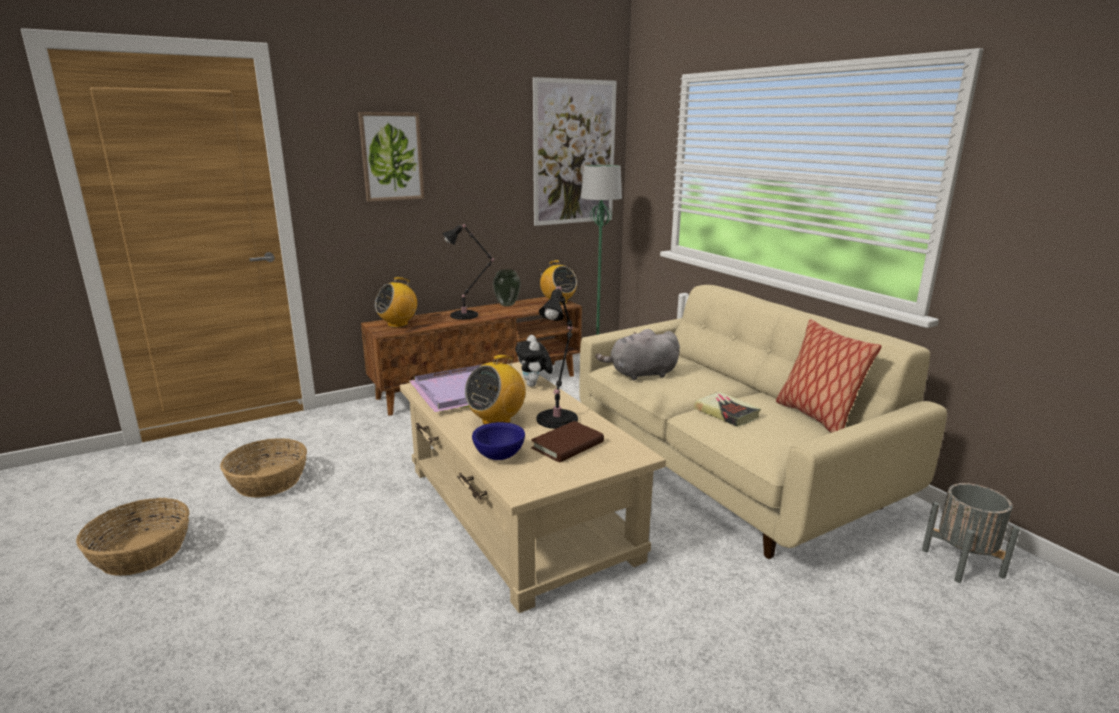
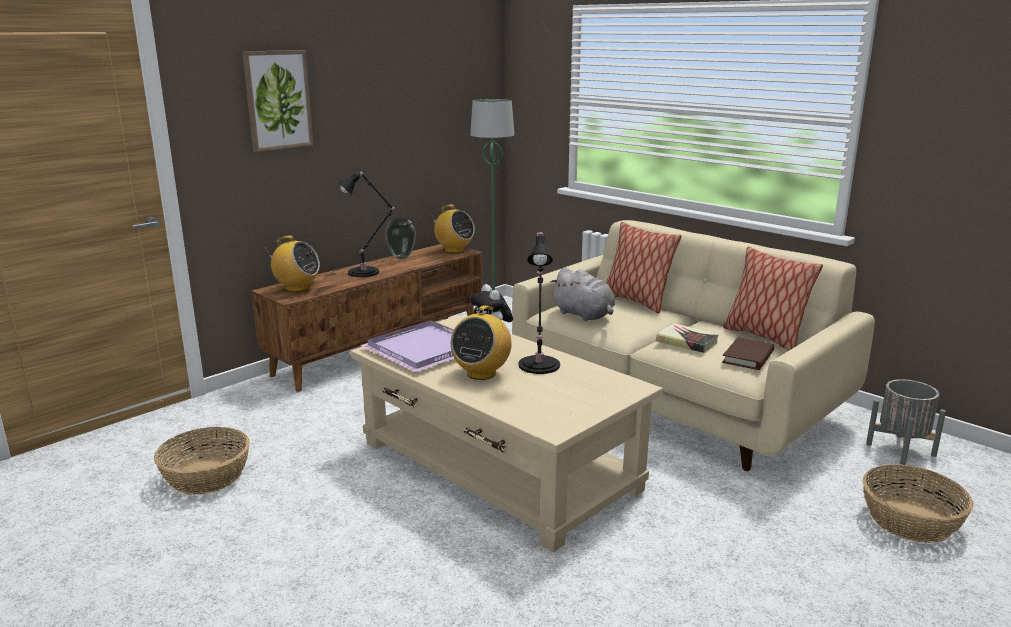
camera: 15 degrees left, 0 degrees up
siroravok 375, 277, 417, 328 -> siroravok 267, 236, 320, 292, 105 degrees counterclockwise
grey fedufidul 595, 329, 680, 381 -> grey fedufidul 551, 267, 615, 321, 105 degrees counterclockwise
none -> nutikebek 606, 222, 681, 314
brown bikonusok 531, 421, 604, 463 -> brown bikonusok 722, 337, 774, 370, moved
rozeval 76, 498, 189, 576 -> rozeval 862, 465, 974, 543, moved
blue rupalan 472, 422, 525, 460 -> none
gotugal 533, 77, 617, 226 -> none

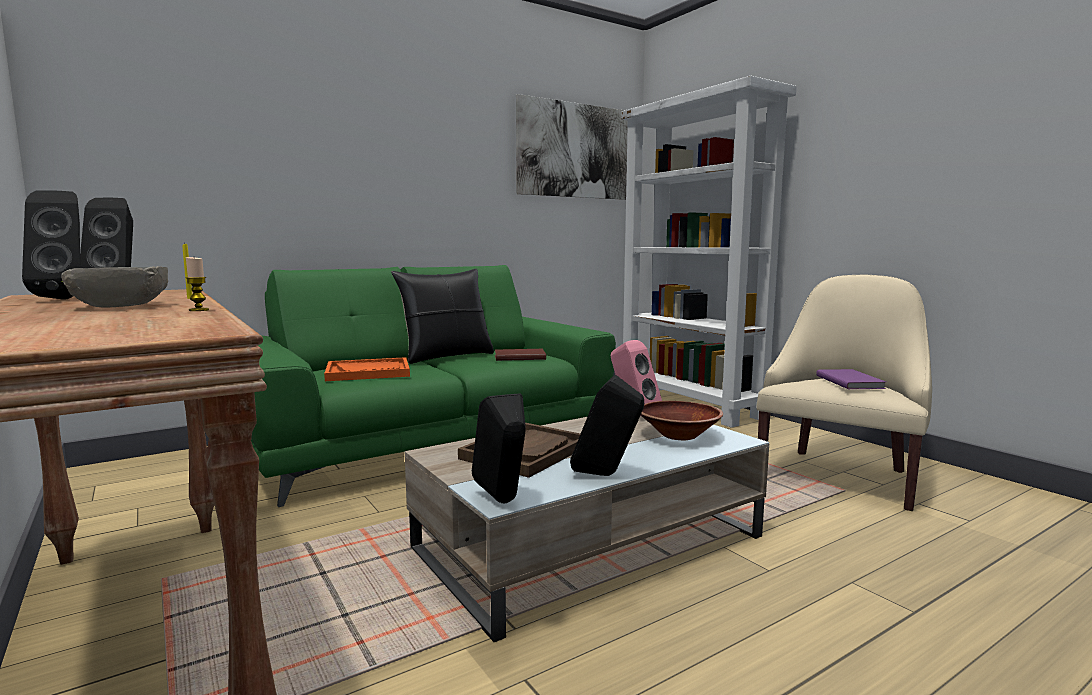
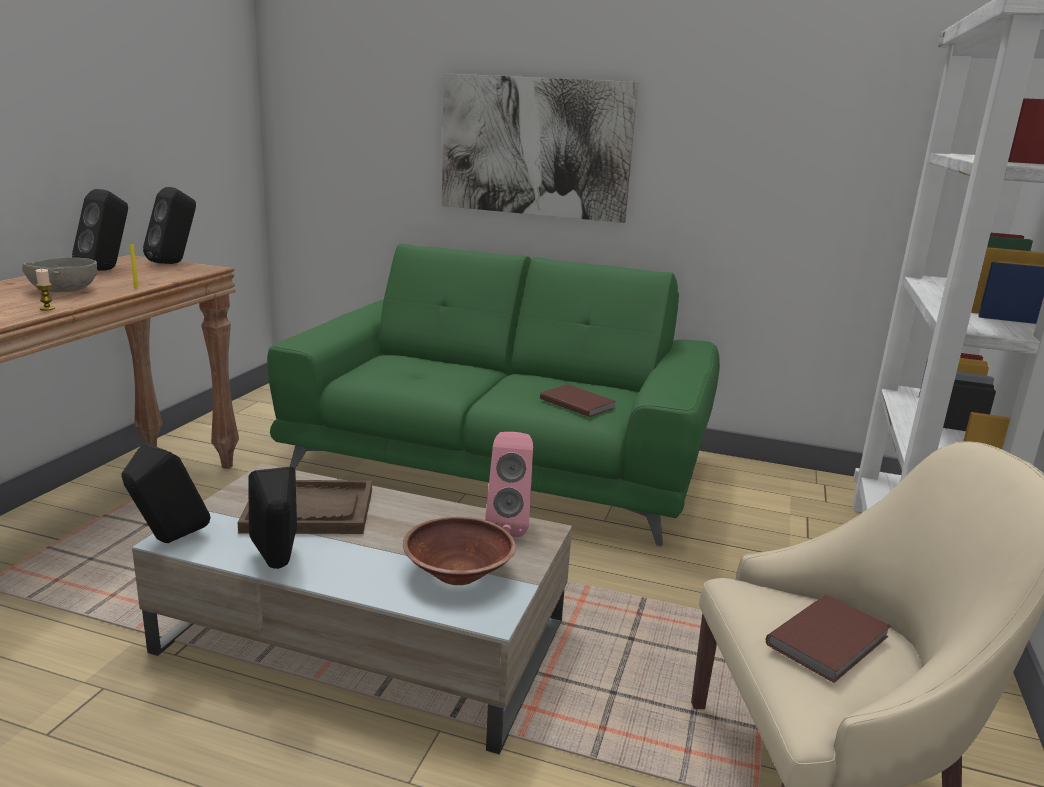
camera: 50 degrees right, 10 degrees up
gotugal 516, 94, 628, 200 -> gotugal 442, 73, 638, 223, moved
purple bikonusok 816, 369, 886, 389 -> brown bikonusok 766, 594, 891, 683
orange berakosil 324, 357, 410, 381 -> none
black nutikebek 391, 269, 494, 364 -> none

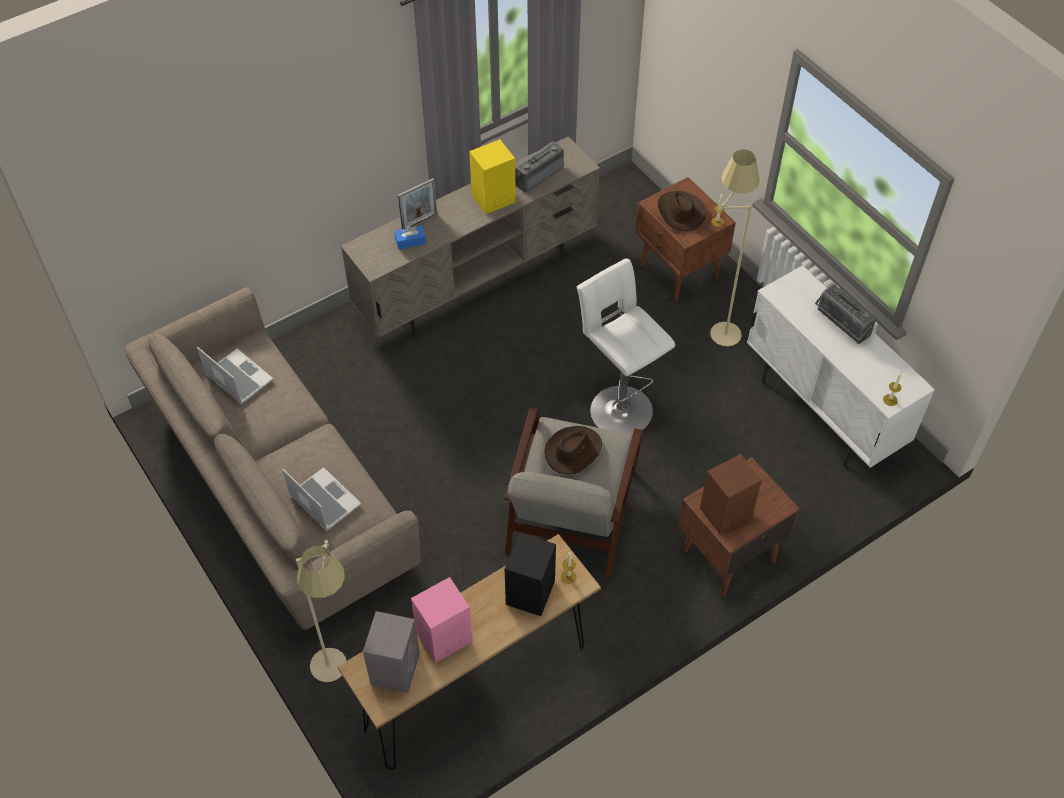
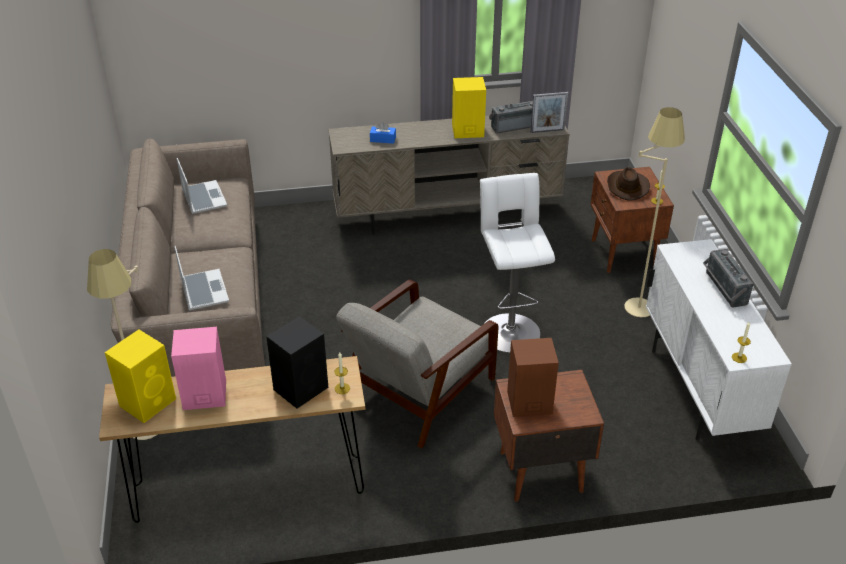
camera: 25 degrees right, 15 degrees down
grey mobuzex 363, 611, 420, 693 -> yellow mobuzex 105, 329, 176, 423
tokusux 398, 178, 437, 229 -> tokusux 531, 92, 568, 133, moved
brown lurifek 544, 426, 602, 474 -> none

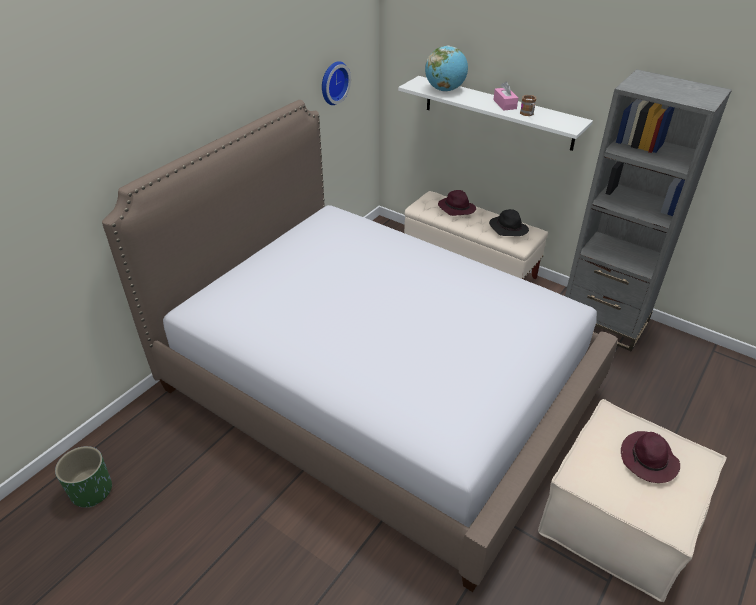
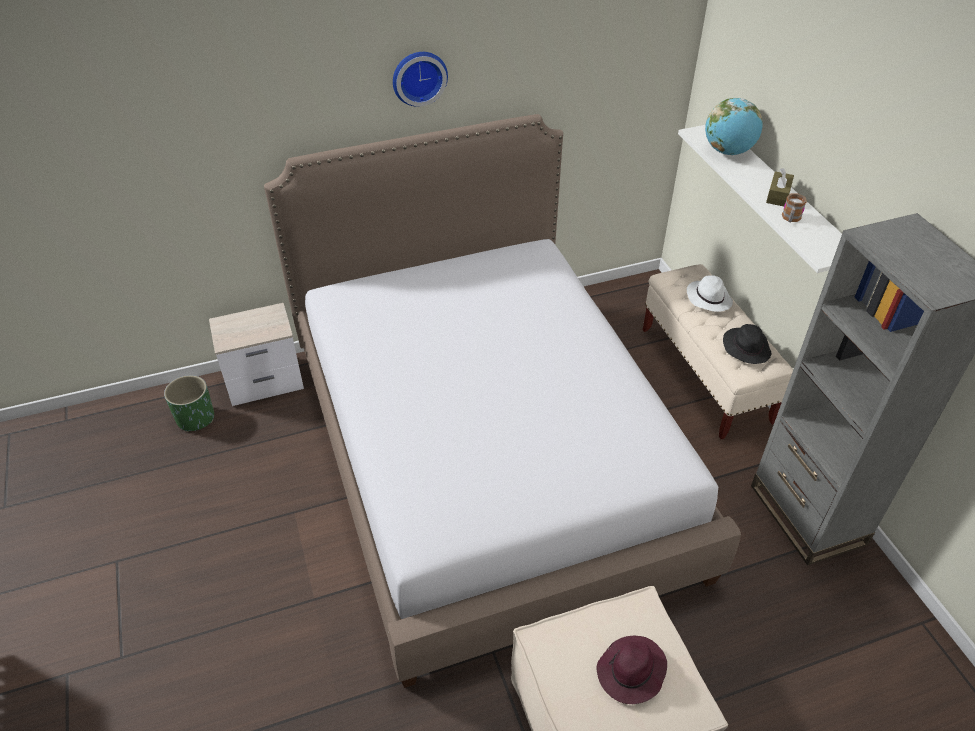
camera: 35 degrees right, 5 degrees up
none -> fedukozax 209, 303, 304, 406
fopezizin 322, 61, 351, 105 -> fopezizin 393, 52, 448, 107, moved
purple lurifek 438, 190, 476, 216 -> white lurifek 687, 275, 733, 312
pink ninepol 493, 82, 518, 111 -> brown ninepol 766, 168, 794, 207

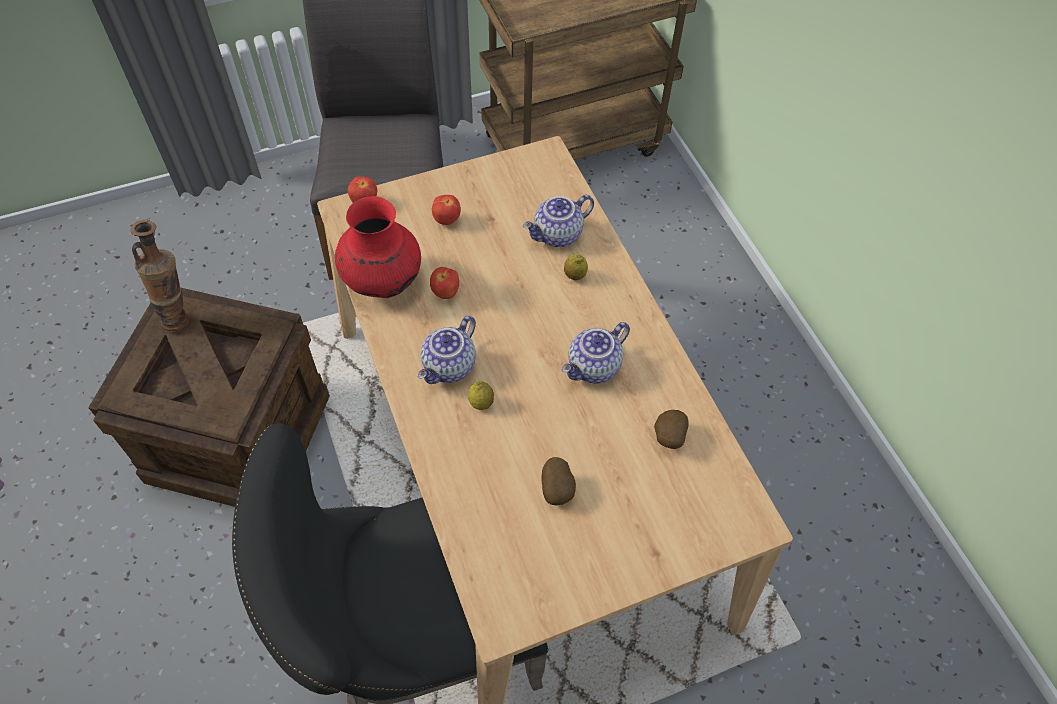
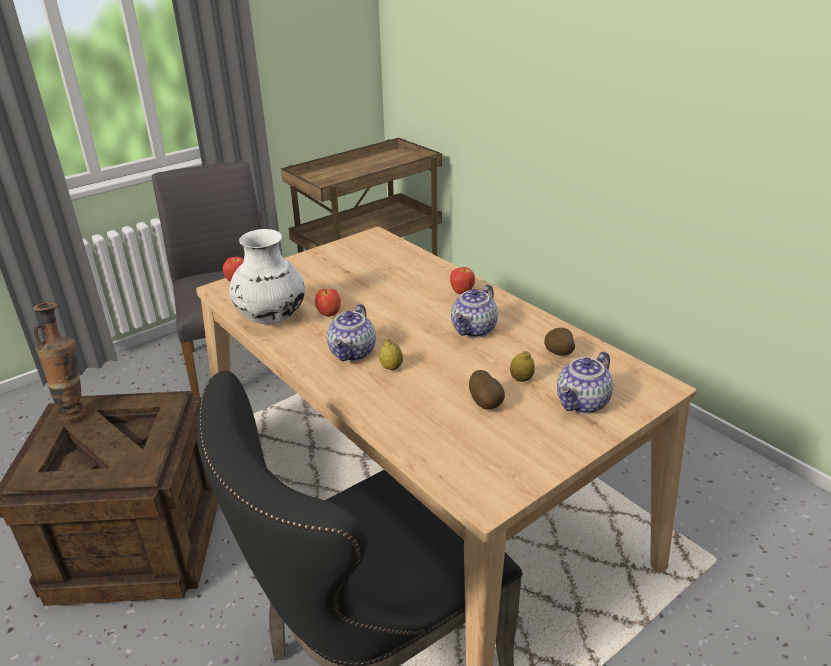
camera: 15 degrees left, 25 degrees down
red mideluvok 335, 196, 421, 298 -> white mideluvok 229, 229, 305, 325
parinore 432, 195, 461, 225 -> parinore 450, 267, 475, 294, moved
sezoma 564, 254, 588, 280 -> sezoma 510, 351, 535, 382, moved
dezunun 523, 195, 594, 247 -> dezunun 557, 351, 613, 414, moved

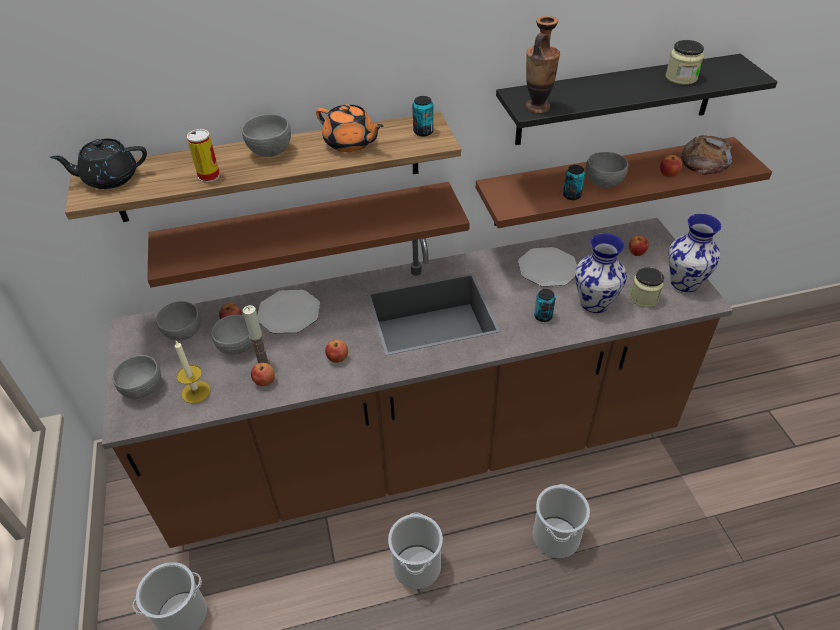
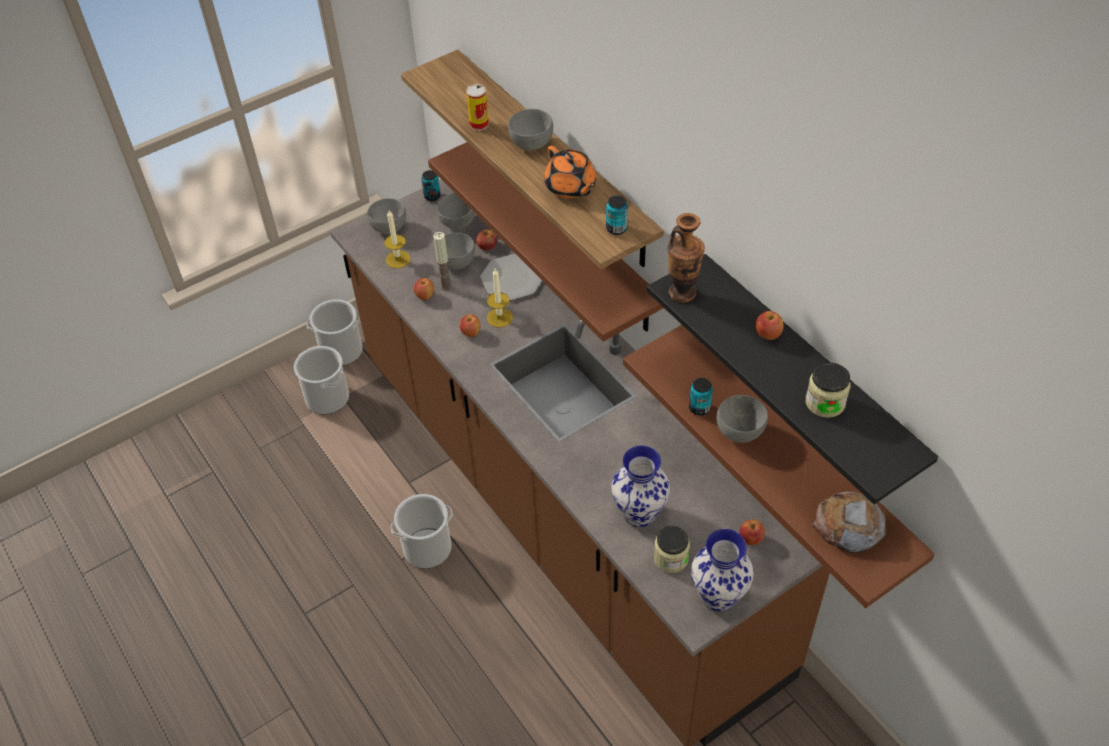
camera: 70 degrees right, 5 degrees up
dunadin 533, 484, 590, 558 -> dunadin 306, 299, 363, 366, moved
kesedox 534, 289, 555, 322 -> kesedox 421, 170, 441, 201, moved
none -> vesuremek 487, 269, 513, 327
orange dezunun 316, 104, 384, 152 -> orange dezunun 544, 146, 596, 198, 45 degrees counterclockwise
parinore 660, 155, 682, 178 -> parinore 756, 311, 784, 340, moved
black dezunun 50, 139, 147, 189 -> none
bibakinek 518, 247, 577, 287 -> none

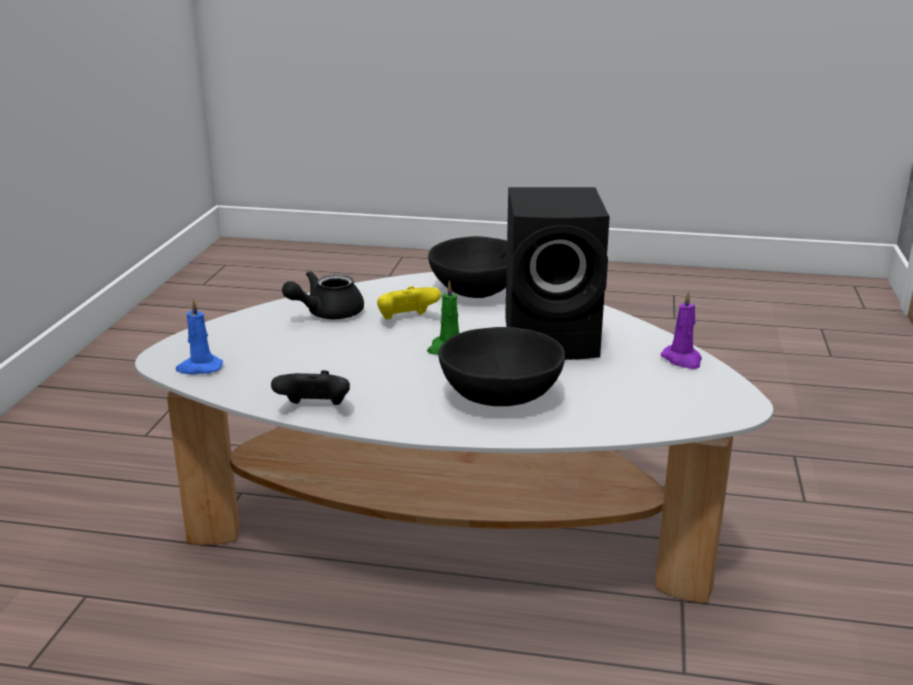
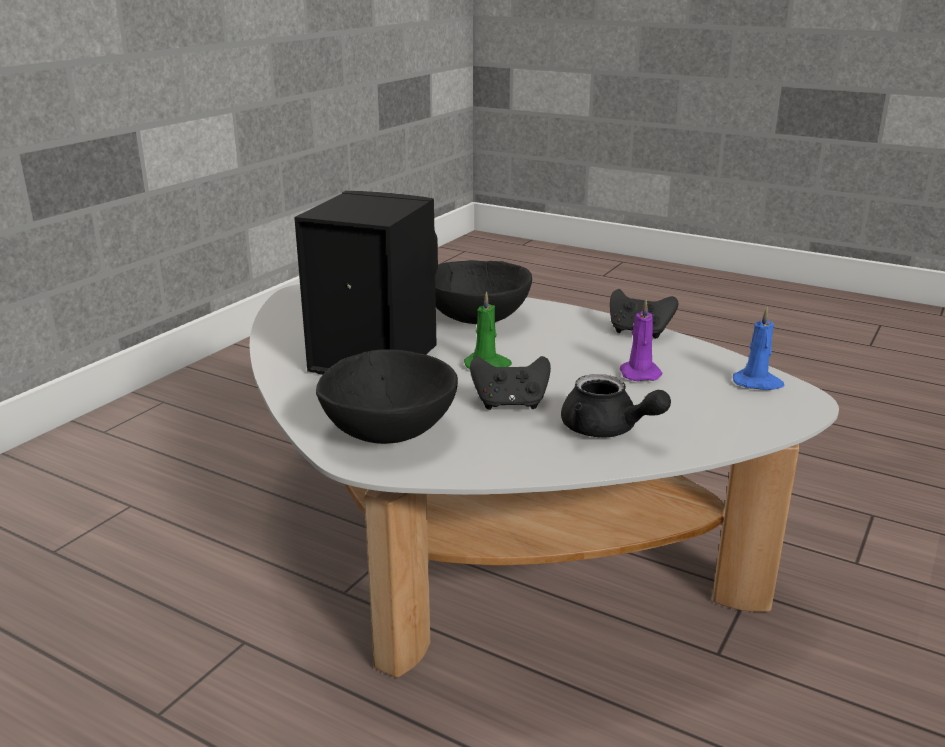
camera: 160 degrees left, 0 degrees up
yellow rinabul 377, 286, 441, 320 -> black rinabul 470, 356, 551, 410
black dezunun 282, 271, 364, 319 -> black dezunun 561, 374, 671, 438, 60 degrees clockwise
purple vesuremek 660, 290, 702, 369 -> purple vesuremek 620, 300, 662, 381, moved

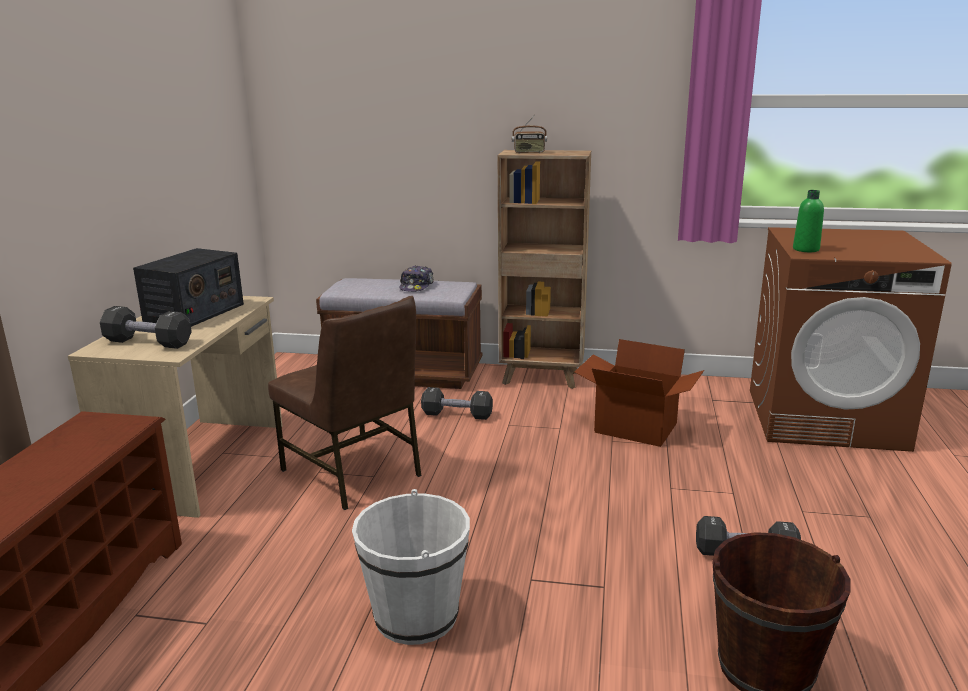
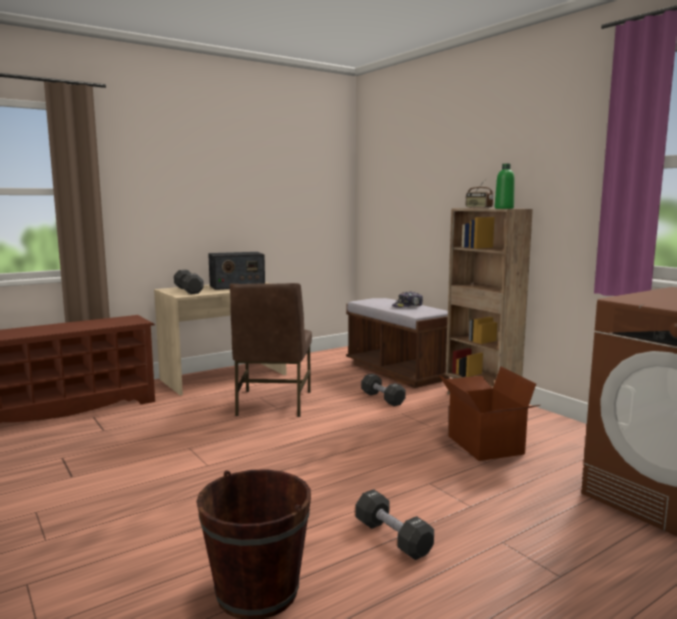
camera: 45 degrees right, 10 degrees down
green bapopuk 793, 190, 824, 252 -> green bapopuk 495, 164, 515, 209, moved
white dunadin 352, 489, 470, 645 -> none

